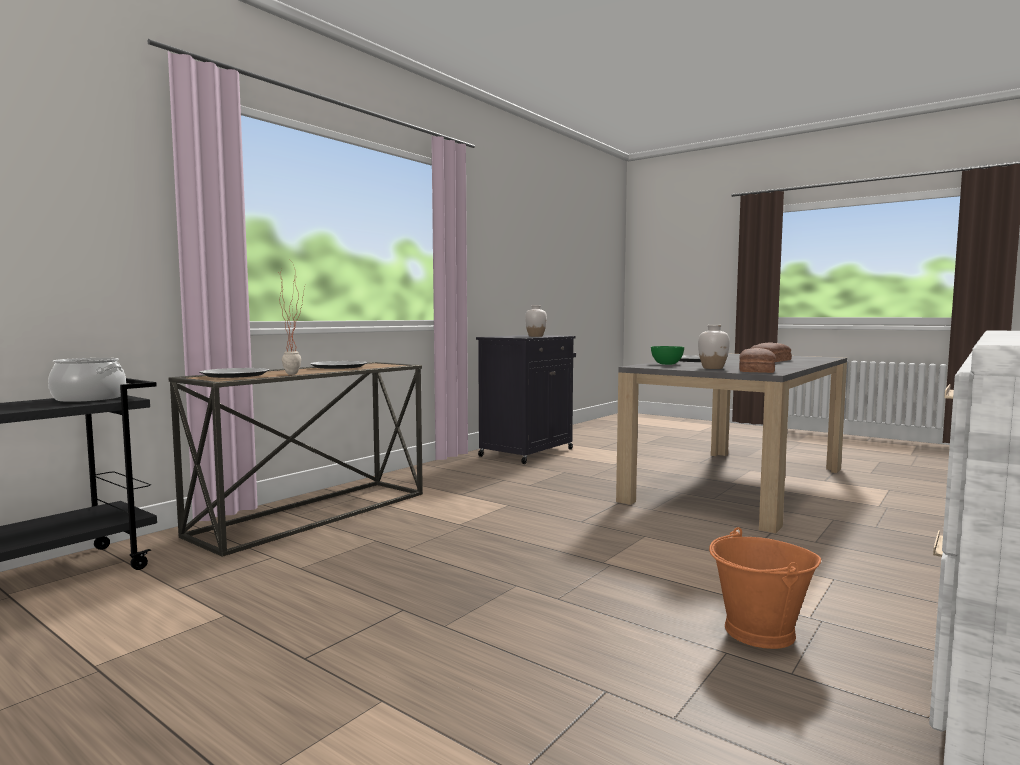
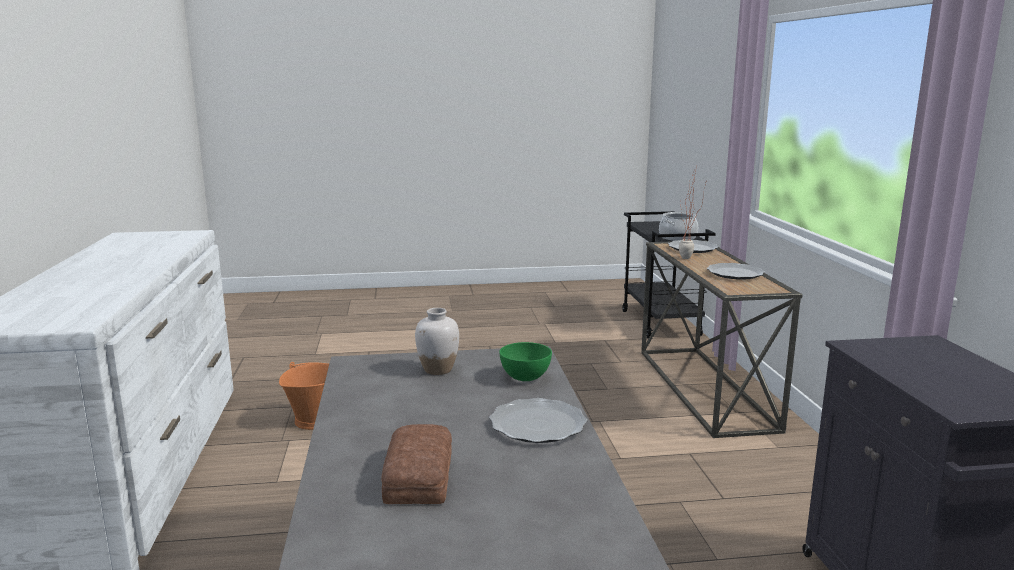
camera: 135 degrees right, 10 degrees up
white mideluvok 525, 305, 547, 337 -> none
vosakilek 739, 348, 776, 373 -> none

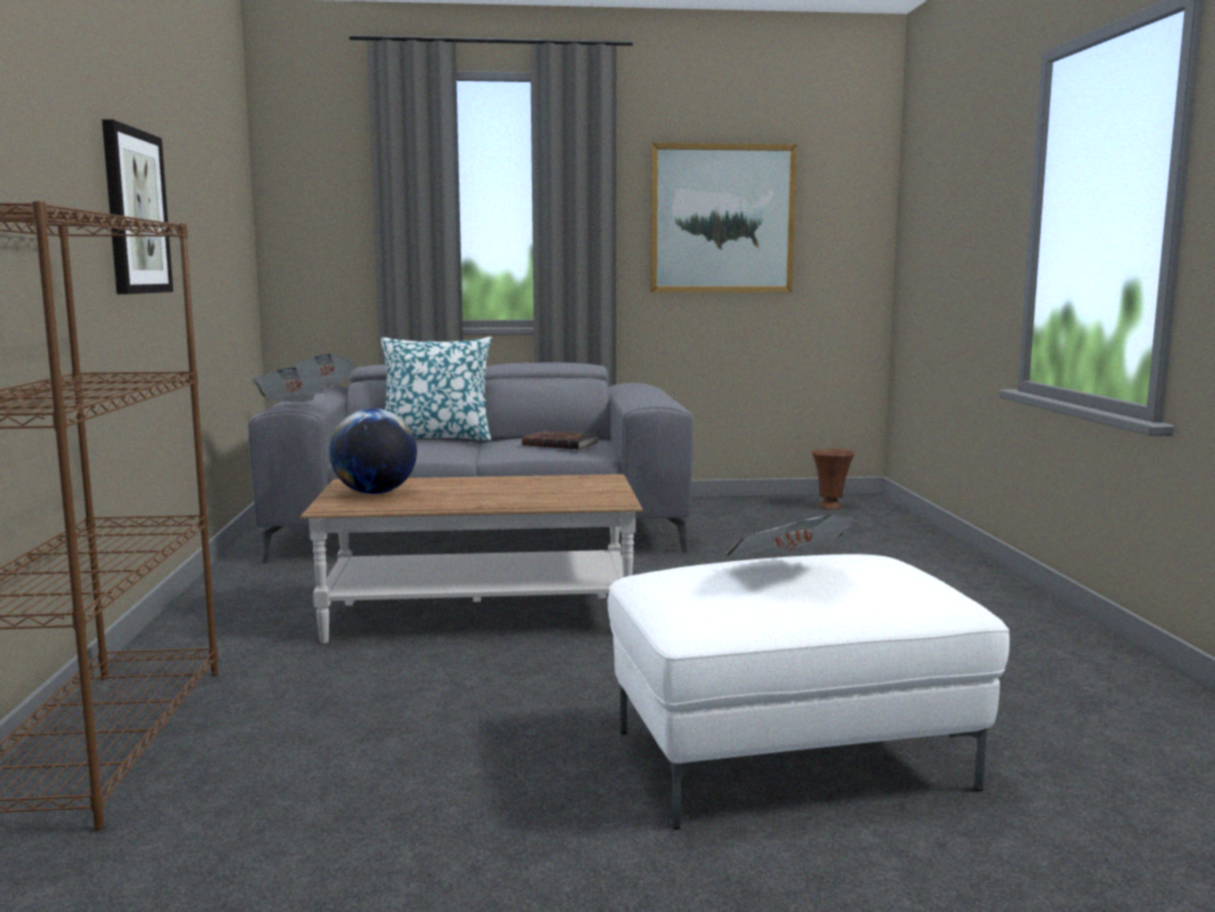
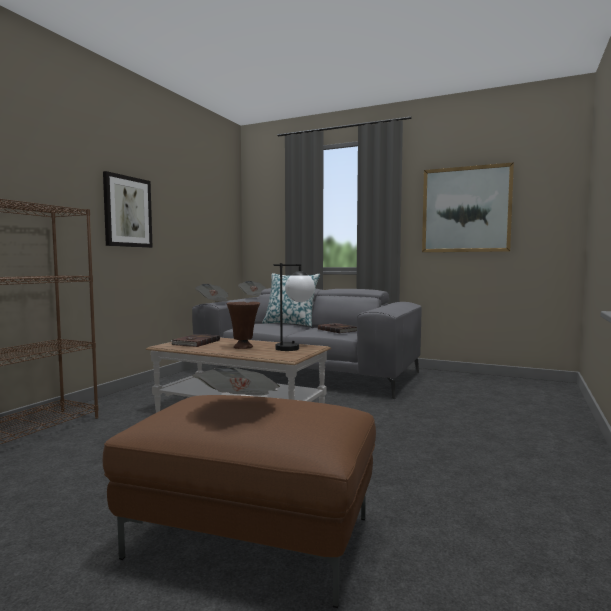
camera: 30 degrees right, 5 degrees down
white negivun 608, 554, 1010, 830 -> brown negivun 103, 395, 376, 608
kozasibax 329, 409, 417, 494 -> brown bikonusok 170, 334, 220, 347
brown mideluvok 812, 448, 855, 509 -> brown mideluvok 227, 302, 260, 349, moved
none -> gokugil 274, 263, 315, 351

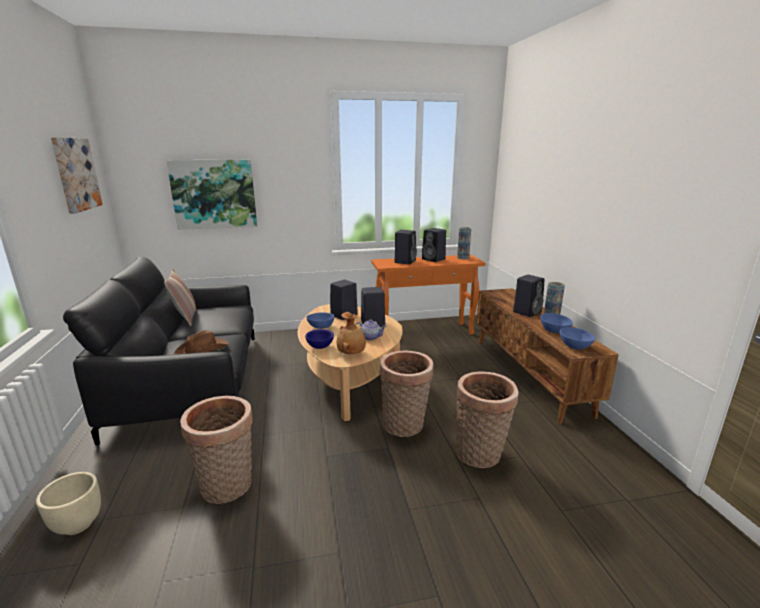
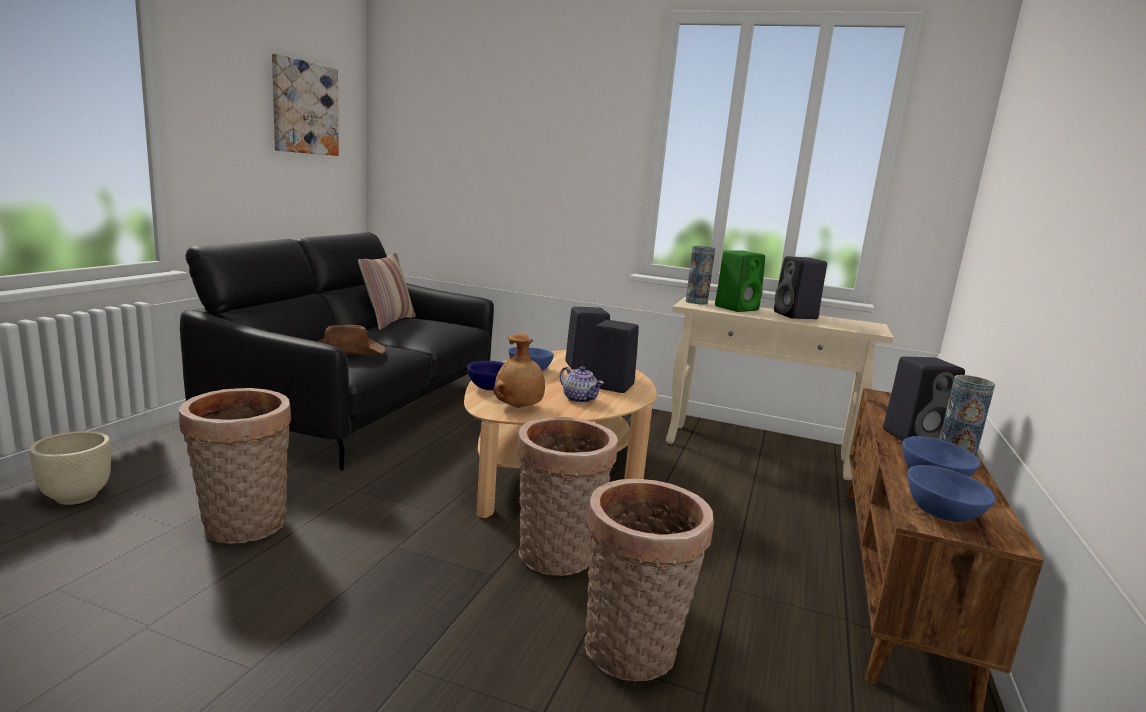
camera: 30 degrees right, 5 degrees down
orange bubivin 371, 255, 486, 335 -> beige bubivin 666, 297, 894, 481
mideluvok 457, 227, 471, 259 -> mideluvok 686, 246, 715, 304, moved
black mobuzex 395, 230, 417, 264 -> green mobuzex 715, 250, 765, 312
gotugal 166, 160, 257, 230 -> none

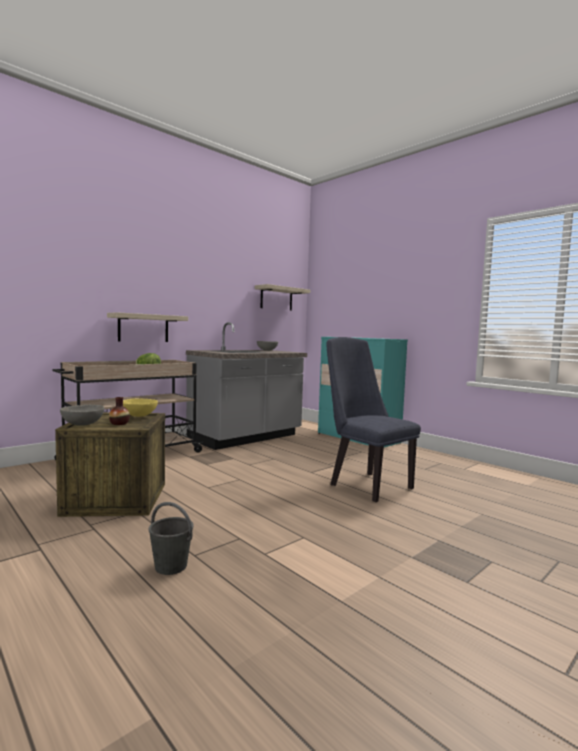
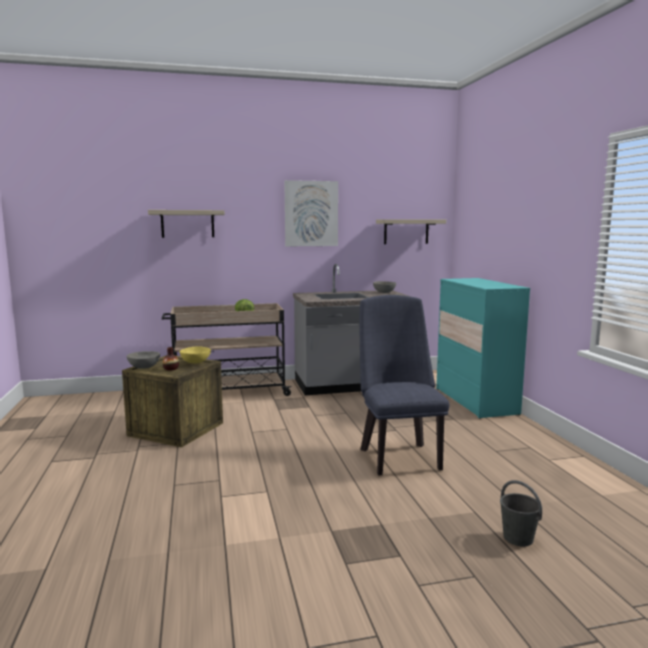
camera: 30 degrees right, 5 degrees up
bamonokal 107, 312, 188, 342 -> bamonokal 148, 210, 225, 238, moved
none -> gotugal 284, 180, 338, 246
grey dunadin 148, 502, 194, 575 -> grey dunadin 500, 480, 542, 547, moved

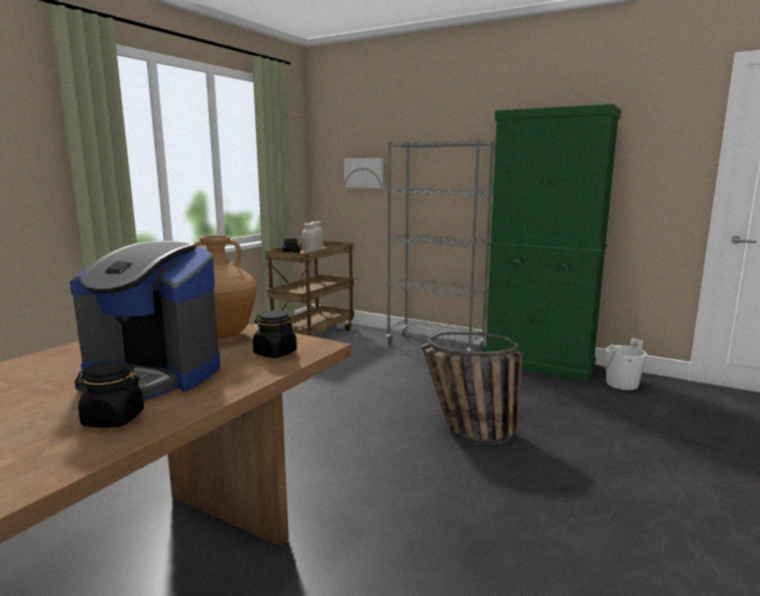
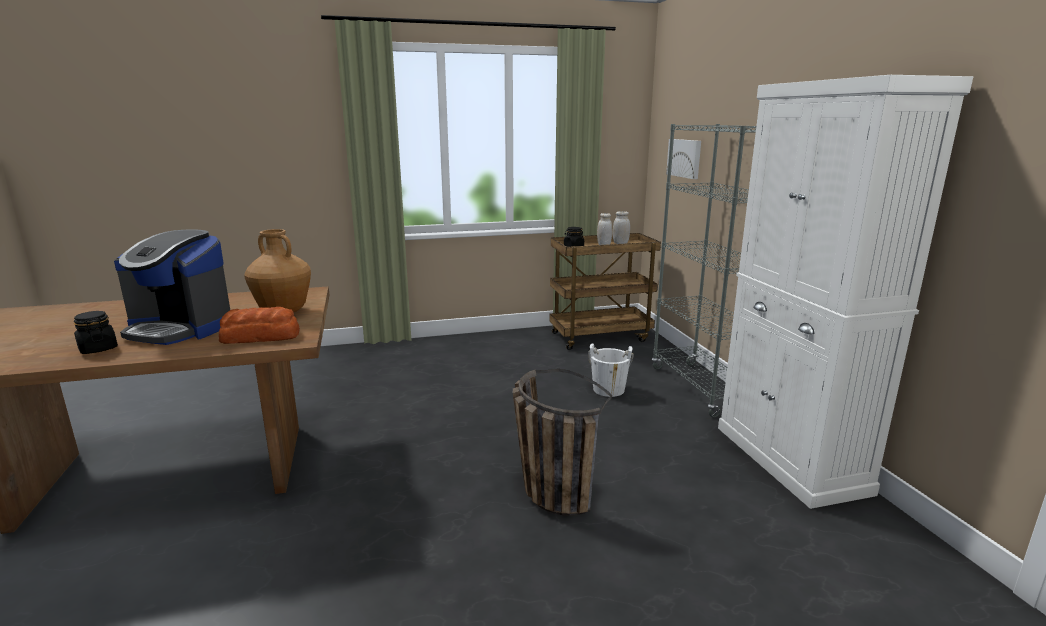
camera: 45 degrees right, 5 degrees up
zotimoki 70, 241, 220, 400 -> zotimoki 114, 229, 230, 345, 45 degrees counterclockwise
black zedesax 253, 310, 297, 358 -> vosakilek 219, 307, 300, 344
white dunadin 604, 338, 647, 390 -> white dunadin 588, 343, 634, 397, moved
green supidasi 485, 104, 621, 382 -> white supidasi 718, 75, 973, 509

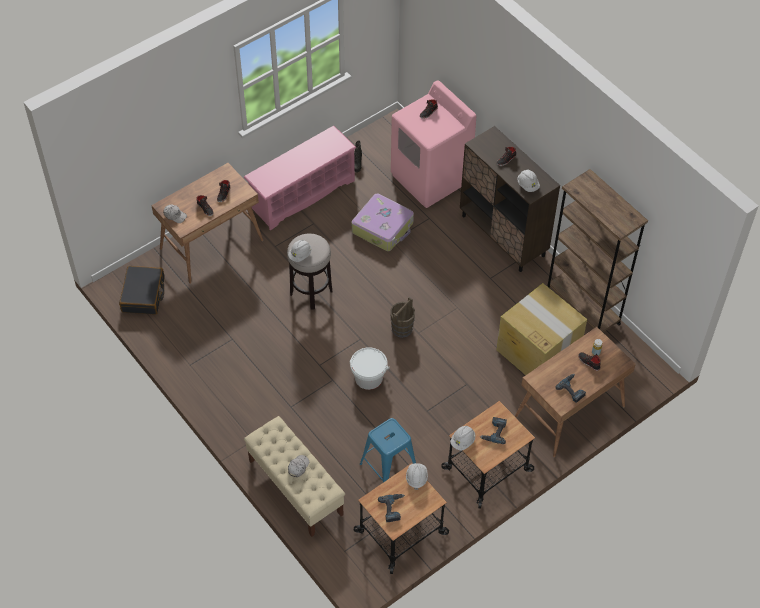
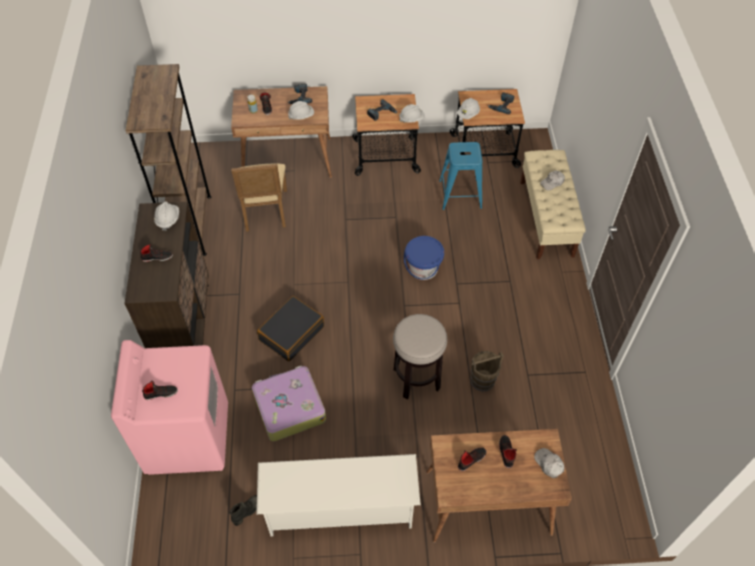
camera: 145 degrees left, 0 degrees up
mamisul 496, 283, 587, 375 -> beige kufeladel 231, 164, 287, 232
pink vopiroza 244, 126, 356, 230 -> white vopiroza 256, 454, 421, 536
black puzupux 119, 266, 165, 315 -> black puzupux 257, 296, 324, 361, moved
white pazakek 288, 240, 312, 262 -> white pazakek 288, 101, 314, 120, moved
white dunadin 350, 347, 390, 390 -> blue dunadin 404, 236, 444, 280
brown dunadin 390, 297, 415, 338 -> brown dunadin 471, 351, 504, 391, moved

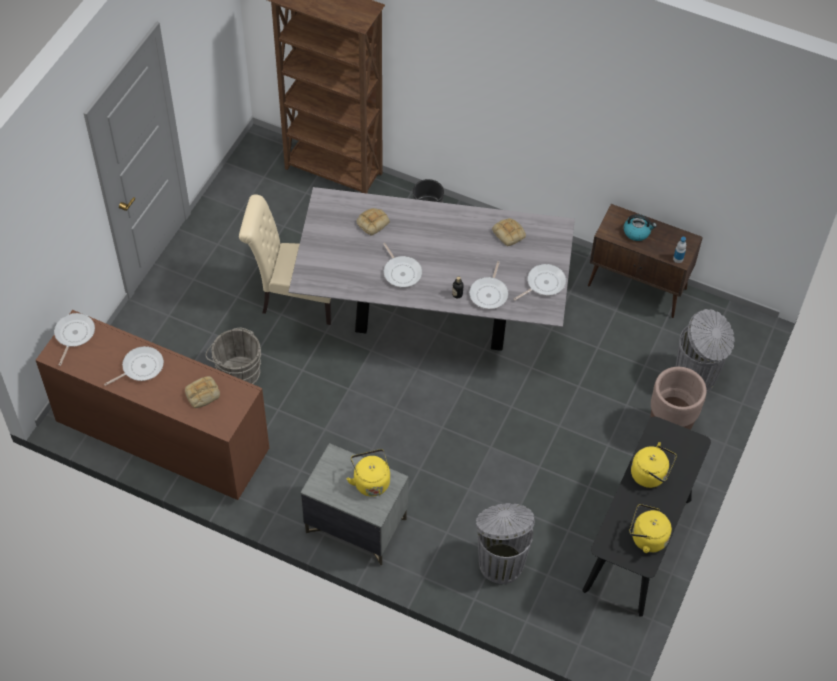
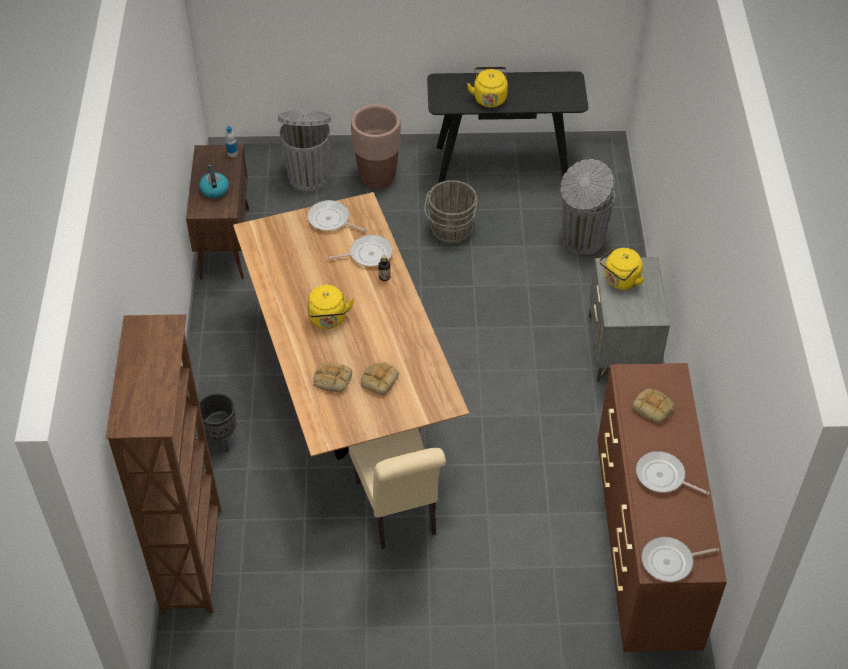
camera: 115 degrees left, 5 degrees down
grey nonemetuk 288, 187, 575, 351 -> brown nonemetuk 233, 192, 469, 460
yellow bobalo 629, 504, 672, 553 -> yellow bobalo 307, 285, 354, 329, moved
vosakilek 492, 218, 526, 246 -> vosakilek 361, 362, 399, 396, moved
grey dunadin 206, 328, 262, 385 -> grey dunadin 424, 180, 478, 243, moved
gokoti 383, 243, 422, 287 -> none

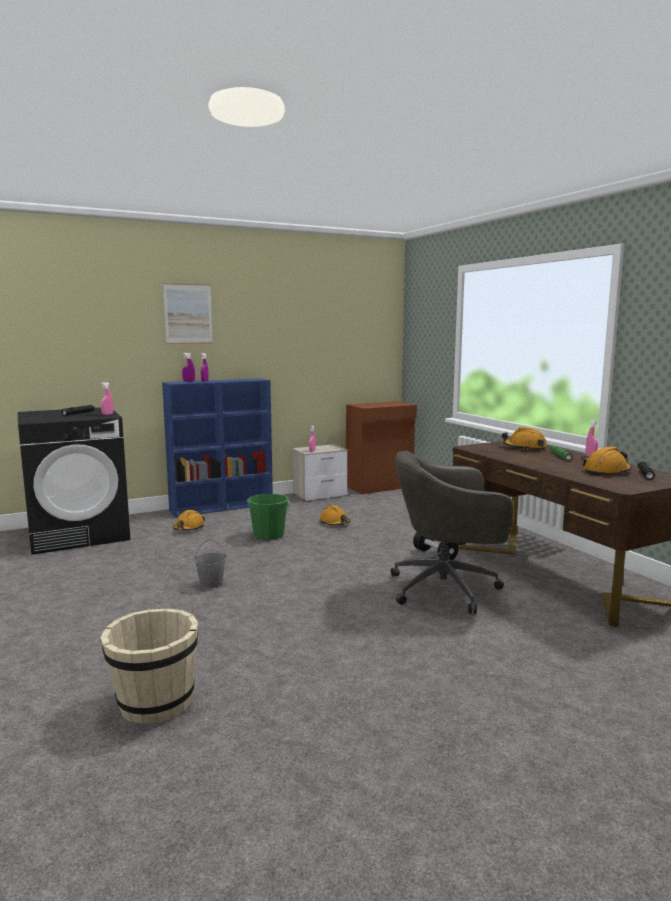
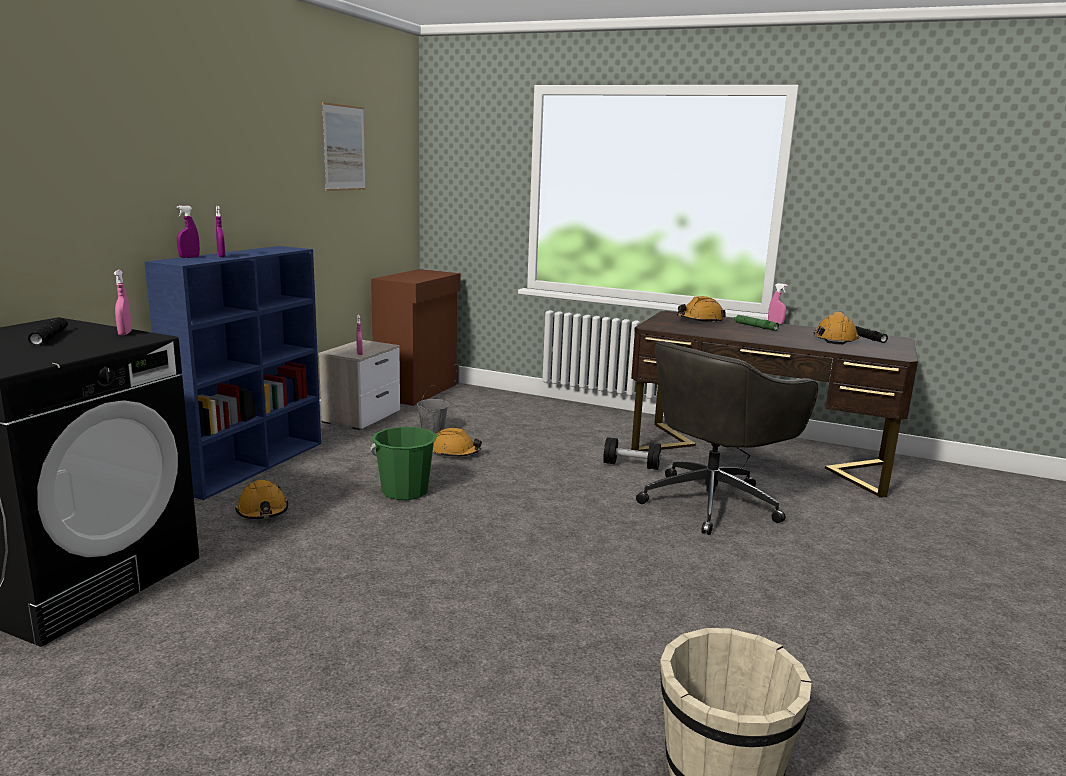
camera: 40 degrees left, 5 degrees up
gotugal 163, 283, 213, 344 -> gotugal 322, 102, 366, 191, moved
grey dunadin 194, 539, 227, 588 -> grey dunadin 417, 385, 449, 434, moved

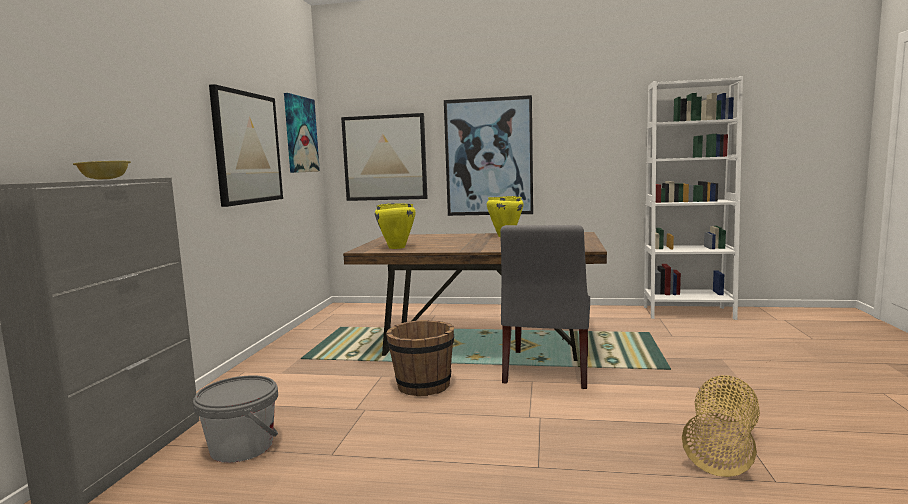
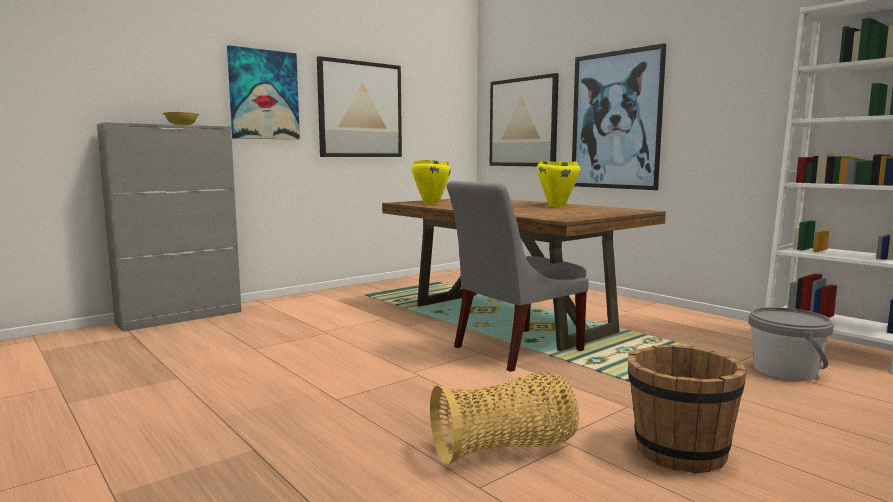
camera: 40 degrees right, 0 degrees up
gotugal 284, 93, 320, 173 -> gotugal 227, 45, 300, 140, moved
brown dunadin 386, 320, 454, 396 -> brown dunadin 628, 345, 747, 473, moved
grey dunadin 193, 375, 278, 463 -> grey dunadin 748, 307, 834, 381, moved

